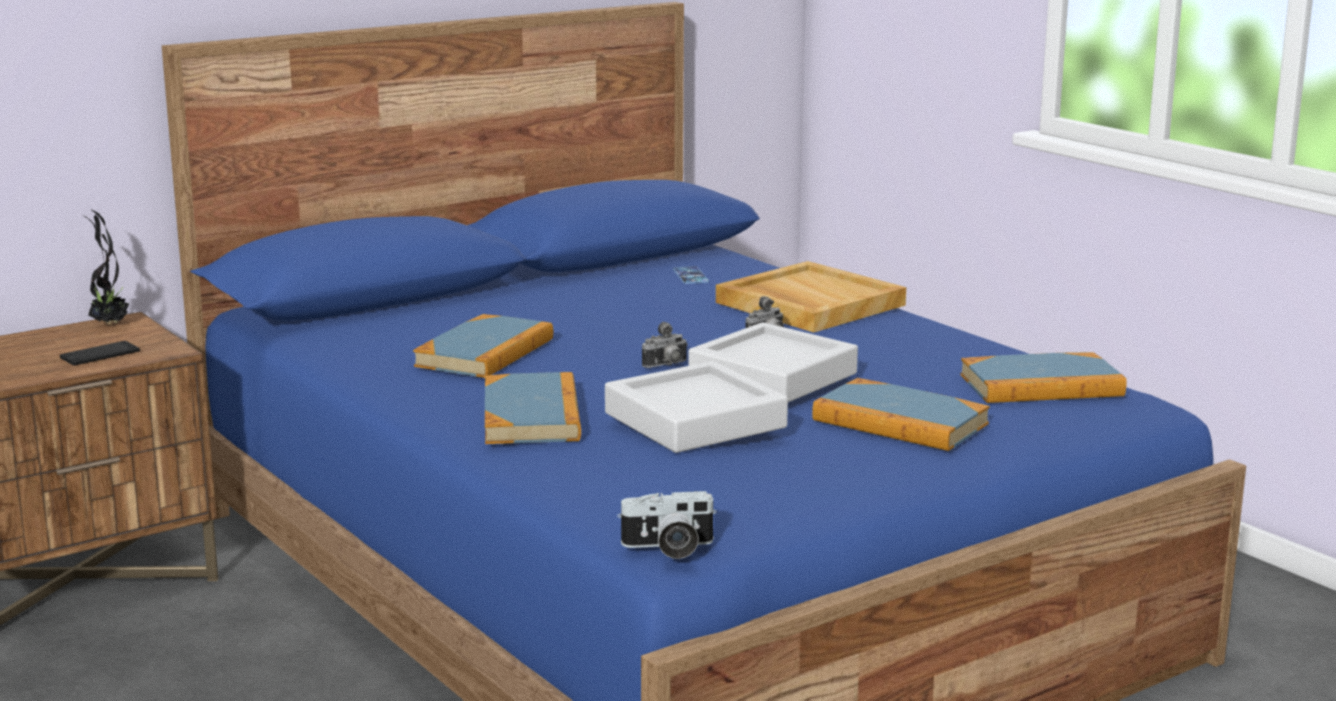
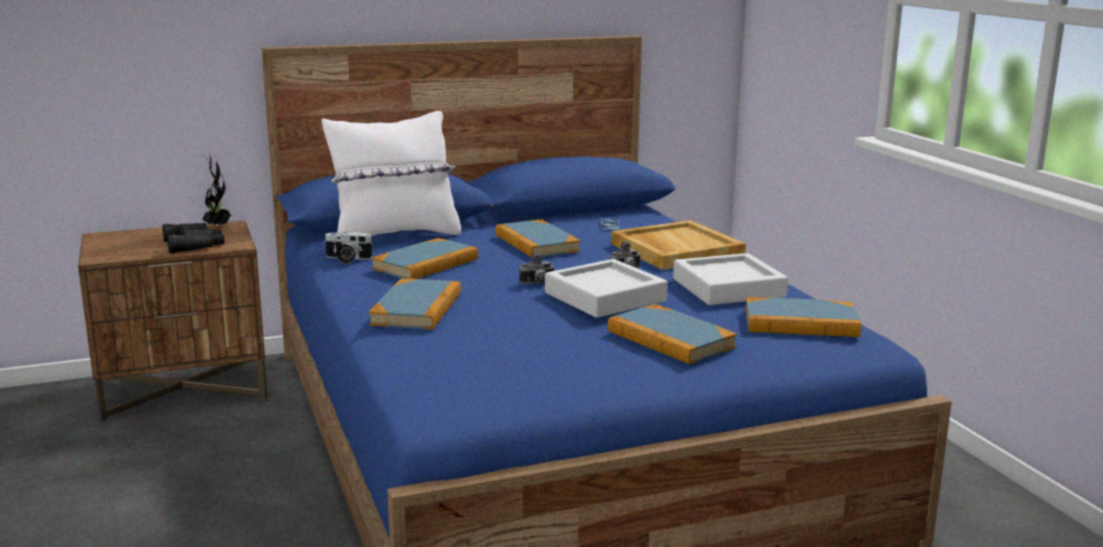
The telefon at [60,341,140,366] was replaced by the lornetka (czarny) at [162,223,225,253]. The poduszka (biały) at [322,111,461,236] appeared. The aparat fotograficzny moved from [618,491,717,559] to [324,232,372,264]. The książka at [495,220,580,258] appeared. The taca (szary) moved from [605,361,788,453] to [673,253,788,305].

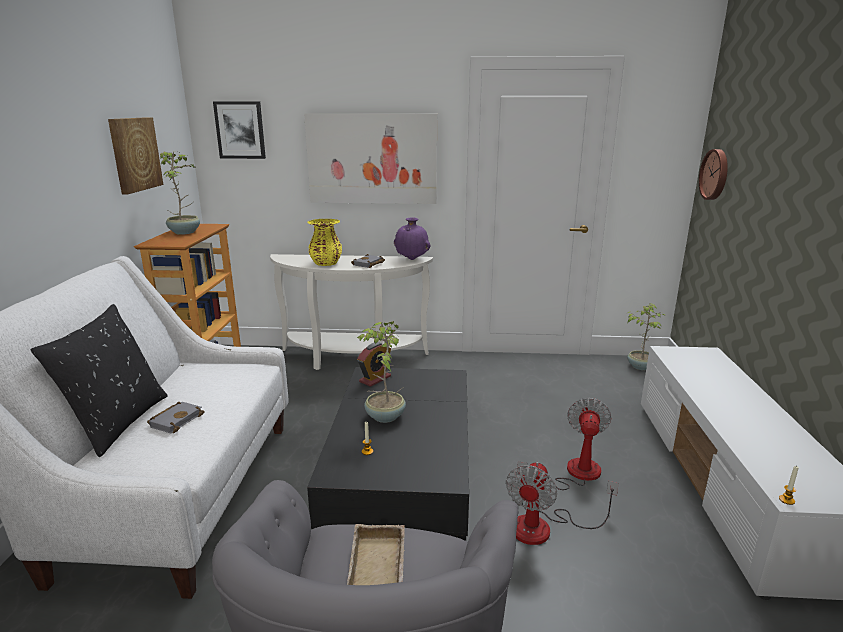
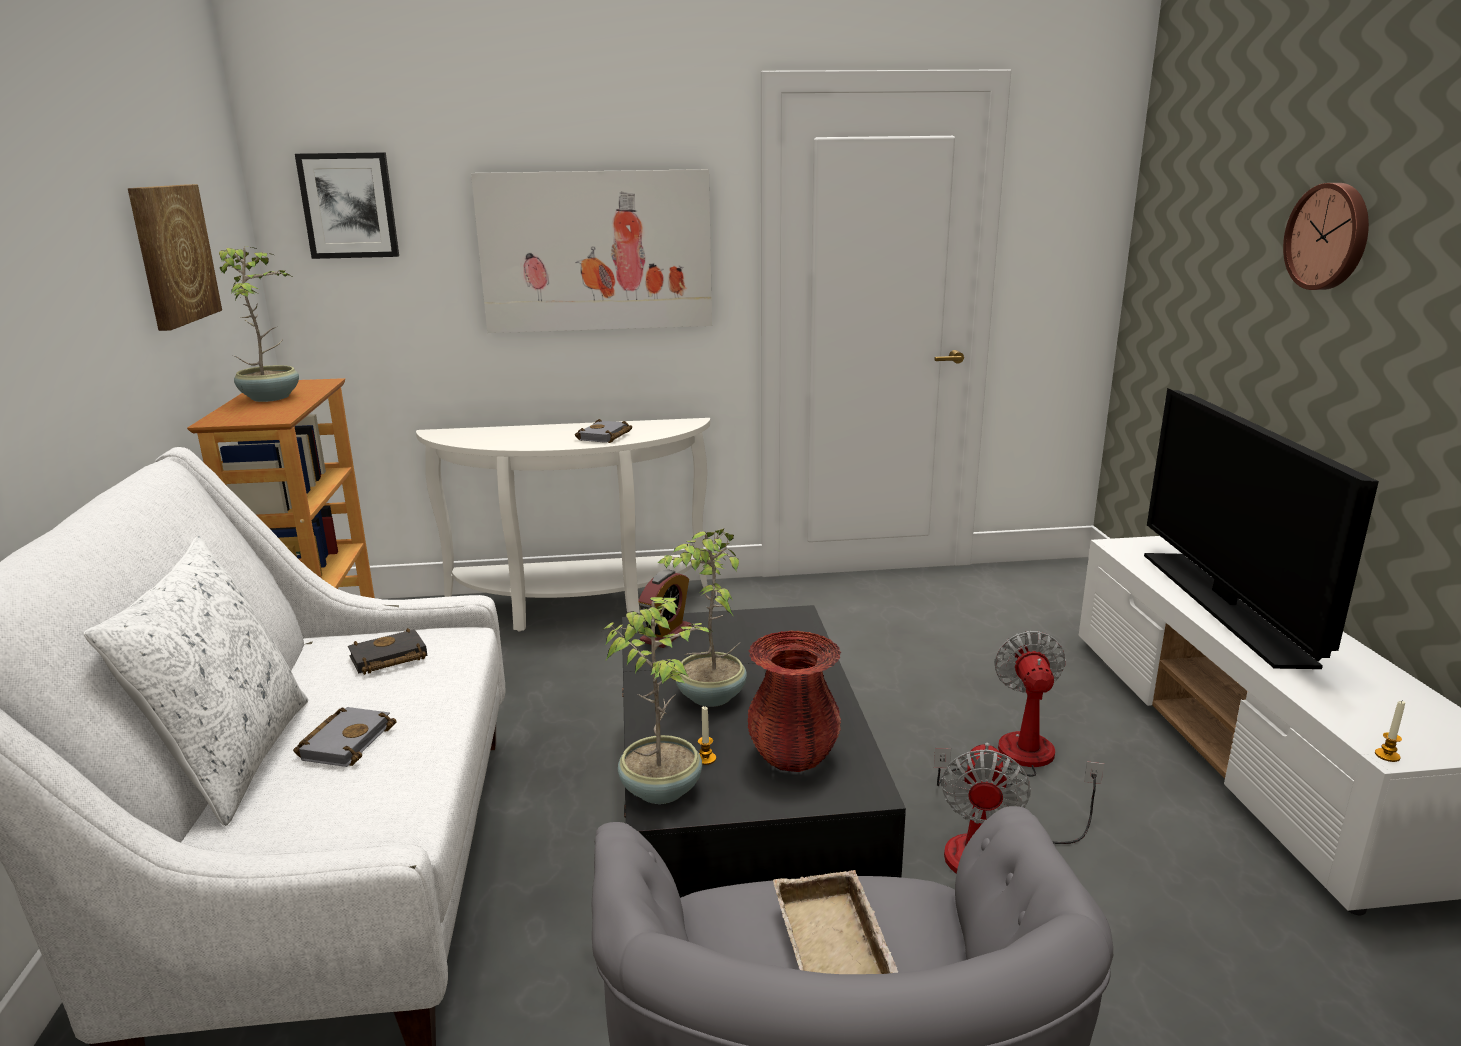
The poduszka (czarny) at [31,304,168,457] became the poduszka (biały) at [84,536,308,826]. The książka (czarny) at [348,628,427,675] appeared. The roślina doniczkowa moved from [627,303,666,370] to [602,597,712,804]. The wazon (czerwony) at [748,631,841,772] appeared. The telewizor at [1144,388,1379,669] appeared. The zegar ścienny moved from [699,149,728,200] to [1283,183,1369,290]. The wazon (żółty) at [308,219,342,266] disappeared. The wazon (fioletowy) at [394,217,430,260] disappeared.

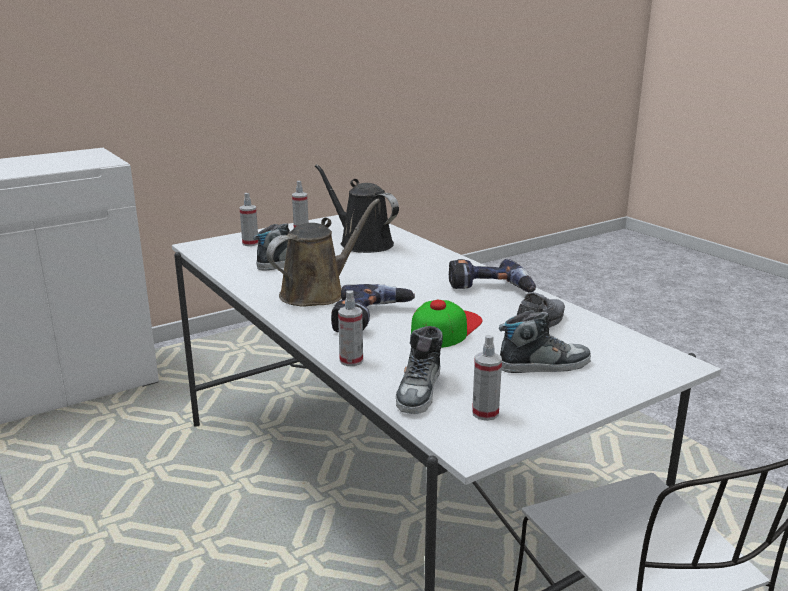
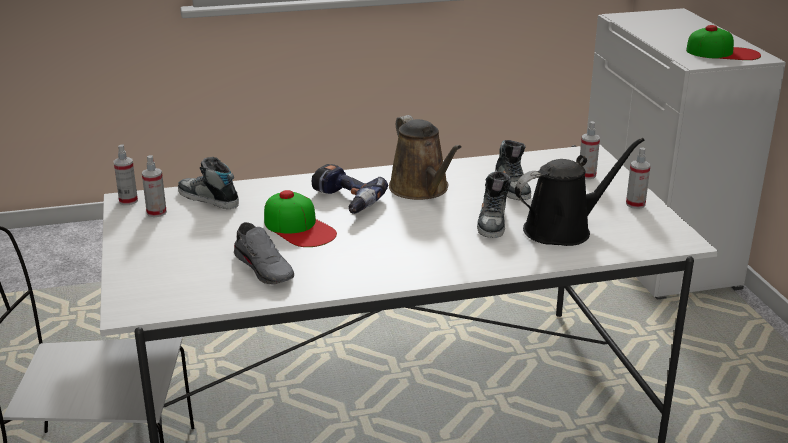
The spryskiwacz moved from [338,290,363,366] to [114,144,138,205]. The but moved from [499,310,591,373] to [477,171,511,238]. The czapka z daszkiem at [686,25,761,60] appeared. The wiertarka at [448,259,536,292] disappeared.

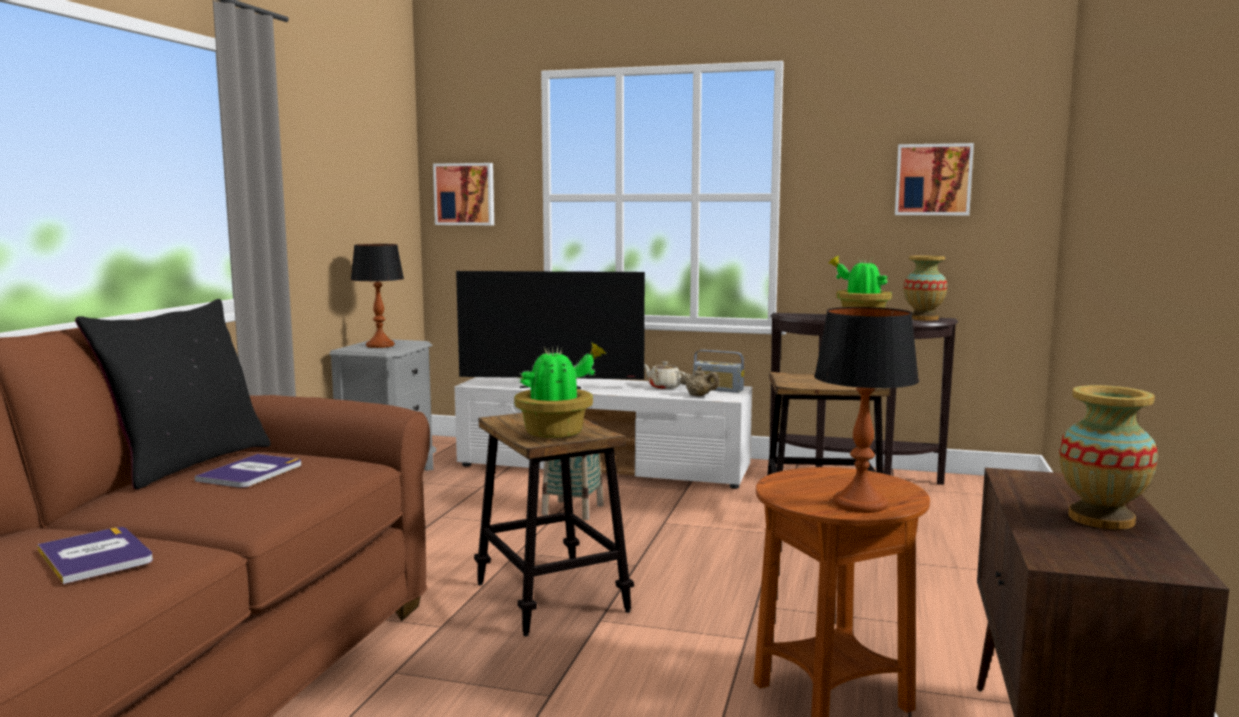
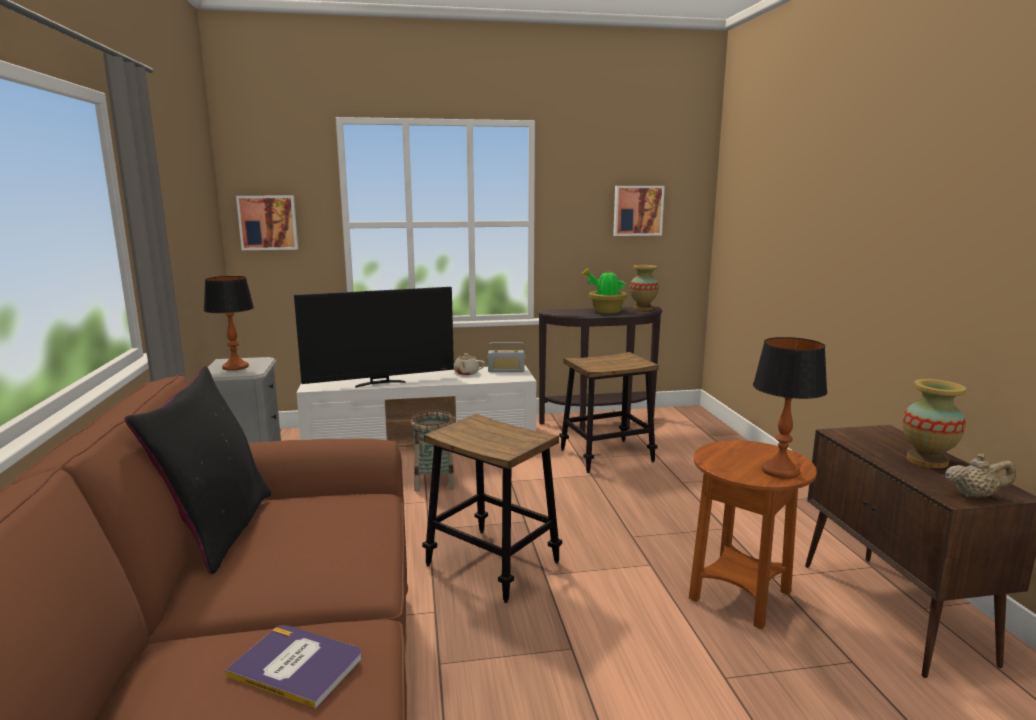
The imbryk (beżowy) moved from [680,366,719,396] to [945,454,1016,498]. The książka at [195,454,301,488] disappeared. The roślina doniczkowa at [514,343,606,438] disappeared.

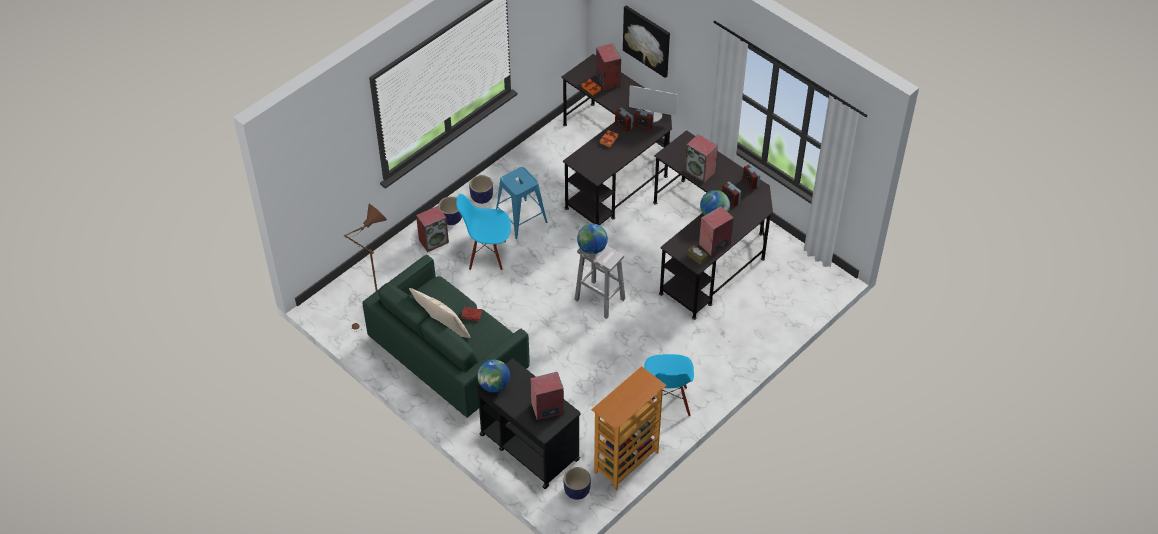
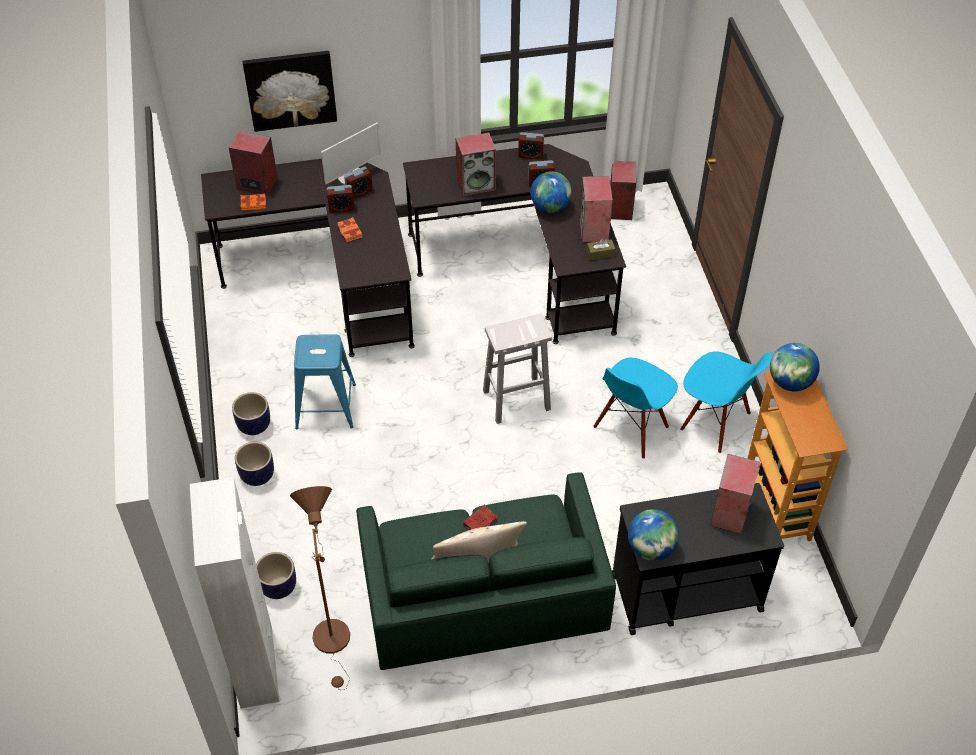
The szafka (biały) at [190,477,280,708] appeared. The donica moved from [564,467,591,500] to [256,552,296,599]. The krzesło (niebieski) moved from [456,194,511,270] to [594,358,678,459]. The głośnik moved from [416,206,449,252] to [610,161,636,220]. The globus moved from [577,224,608,254] to [770,343,820,391].

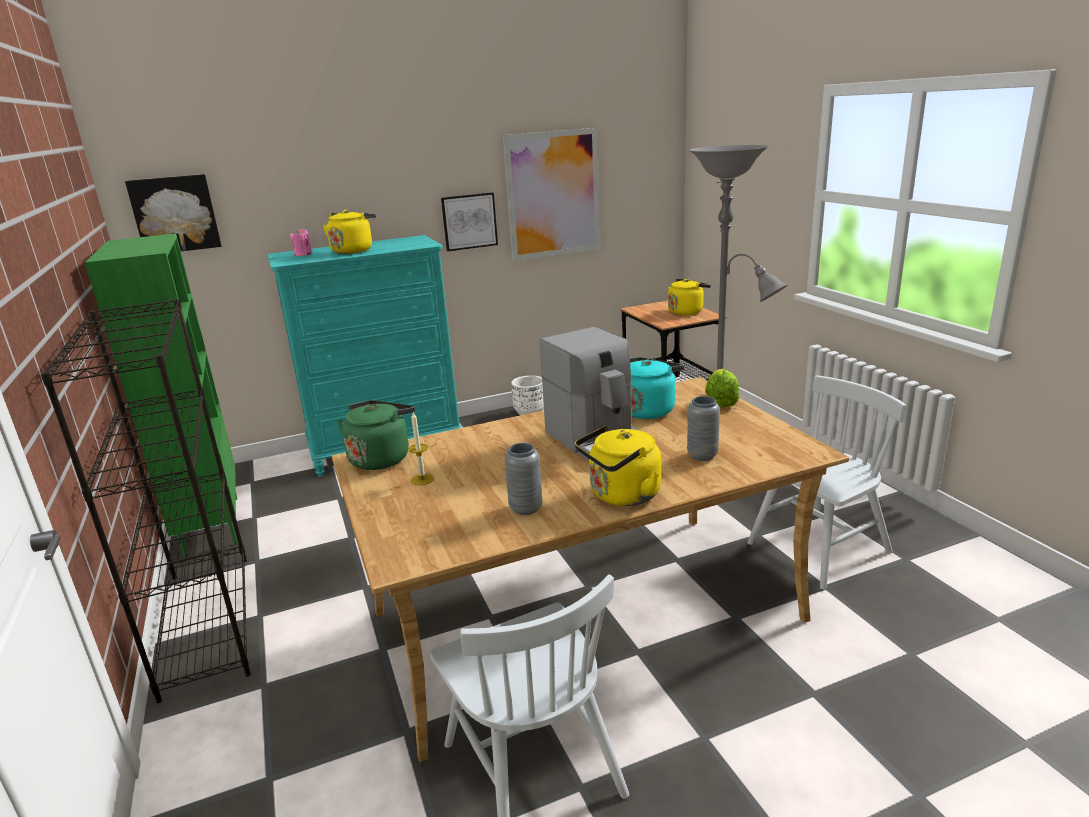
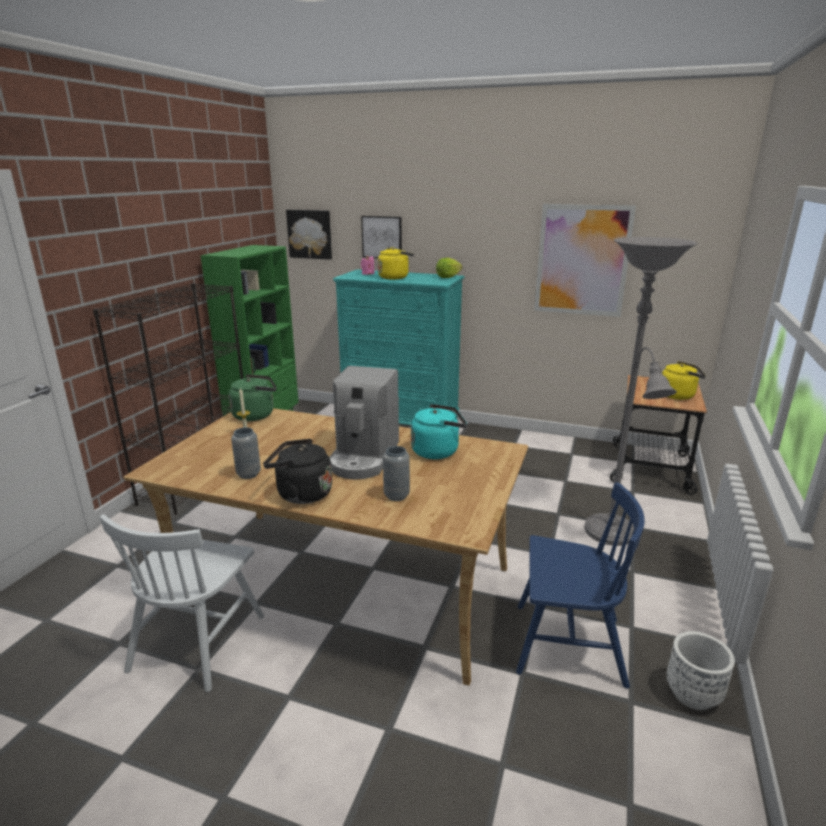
The czajnik (żółty) at [575,425,661,506] became the czajnik (czarny) at [263,439,332,504]. The obraz moved from [441,192,498,251] to [361,216,402,258]. The sałata moved from [705,369,739,407] to [436,258,463,278]. The krzesło (biały) at [747,375,906,590] became the krzesło (niebieski) at [516,482,645,688]. The donica (biały) moved from [511,376,544,415] to [666,631,735,710].

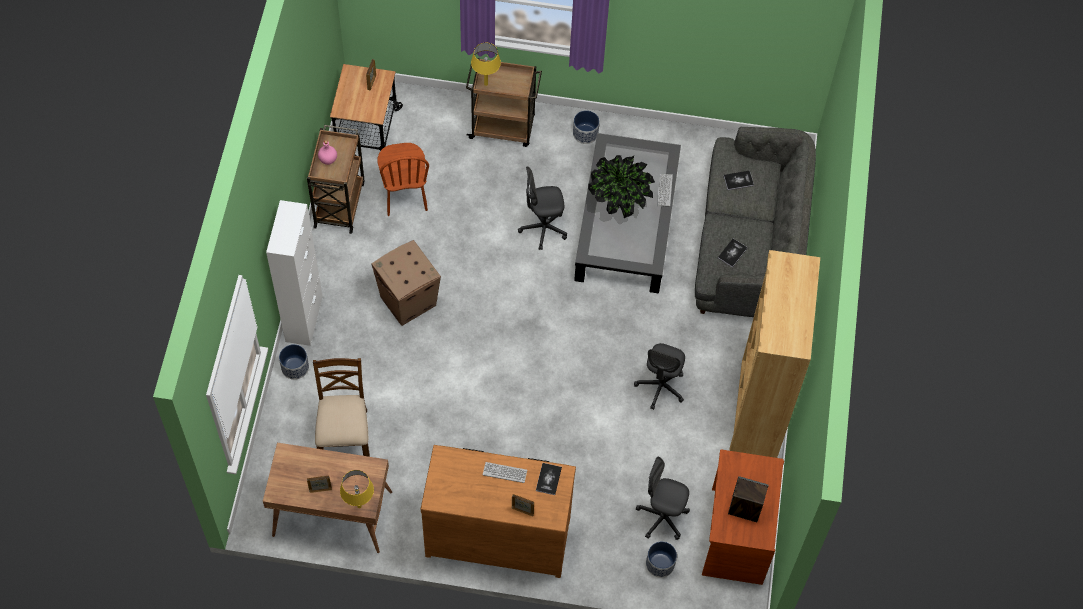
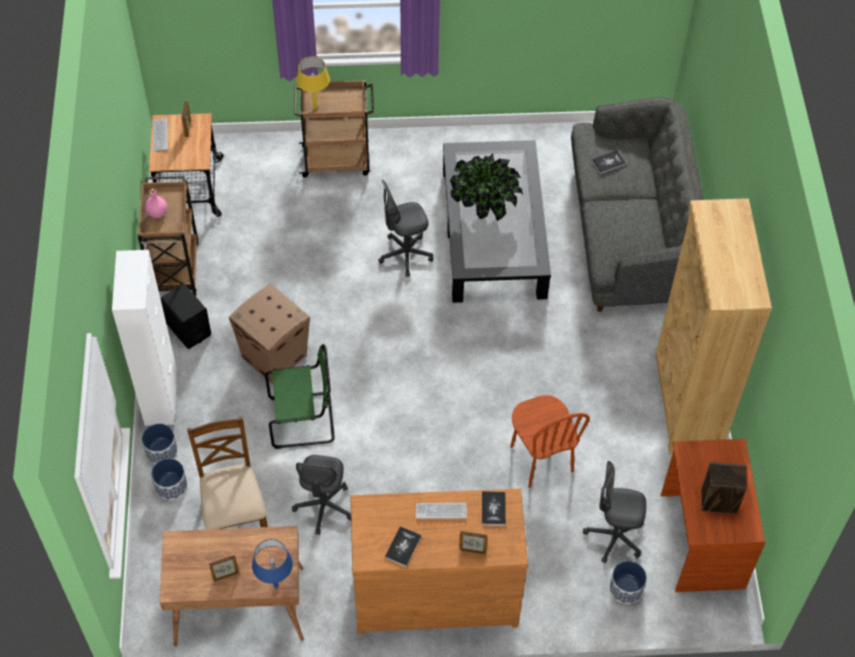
The donica moved from [573,110,599,144] to [151,458,187,500]. The klawiatura moved from [657,174,673,206] to [153,118,168,152]. The głośnik (czarny) at [161,284,211,349] appeared. The lampa stołowa (żółty) at [340,470,374,508] became the lampa stołowa (niebieski) at [252,539,293,588]. The krzesło (zielony) at [265,344,335,449] appeared. The krzesło biurowe (szary) moved from [634,343,685,410] to [292,455,351,535]. The książka moved from [718,239,748,268] to [385,526,422,567]. The krzesło (brązowy) moved from [377,143,429,216] to [510,395,590,488].

